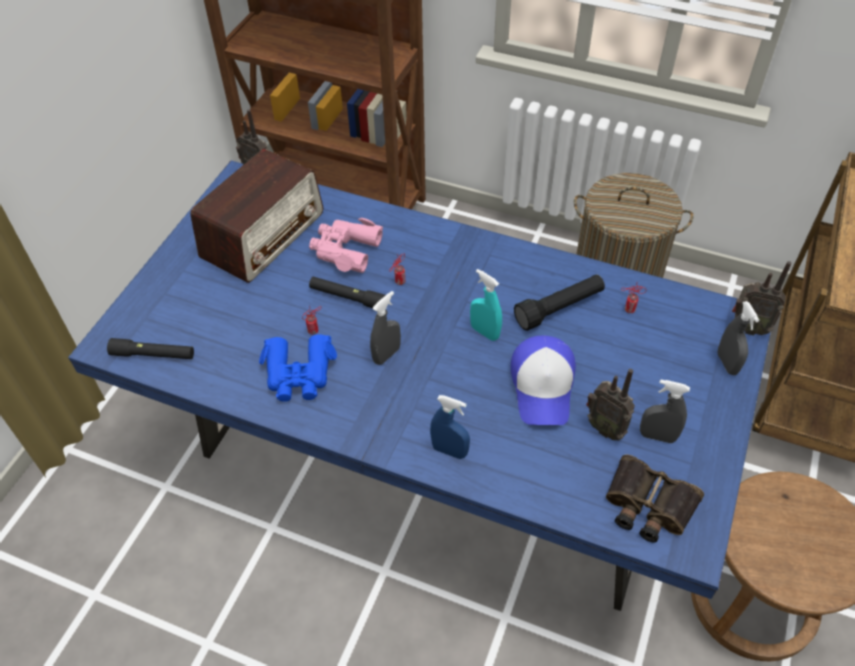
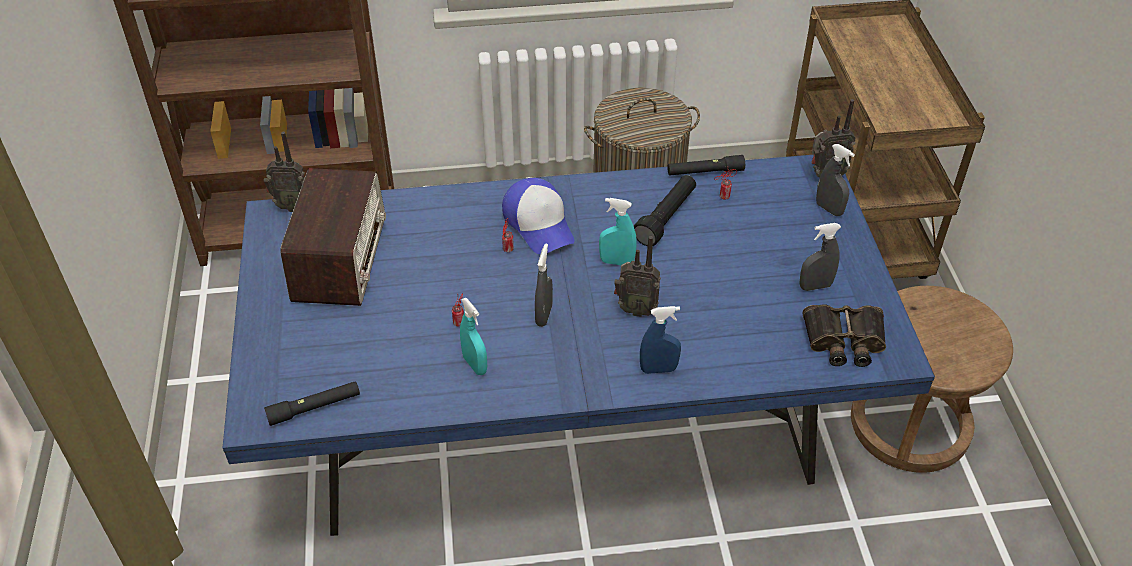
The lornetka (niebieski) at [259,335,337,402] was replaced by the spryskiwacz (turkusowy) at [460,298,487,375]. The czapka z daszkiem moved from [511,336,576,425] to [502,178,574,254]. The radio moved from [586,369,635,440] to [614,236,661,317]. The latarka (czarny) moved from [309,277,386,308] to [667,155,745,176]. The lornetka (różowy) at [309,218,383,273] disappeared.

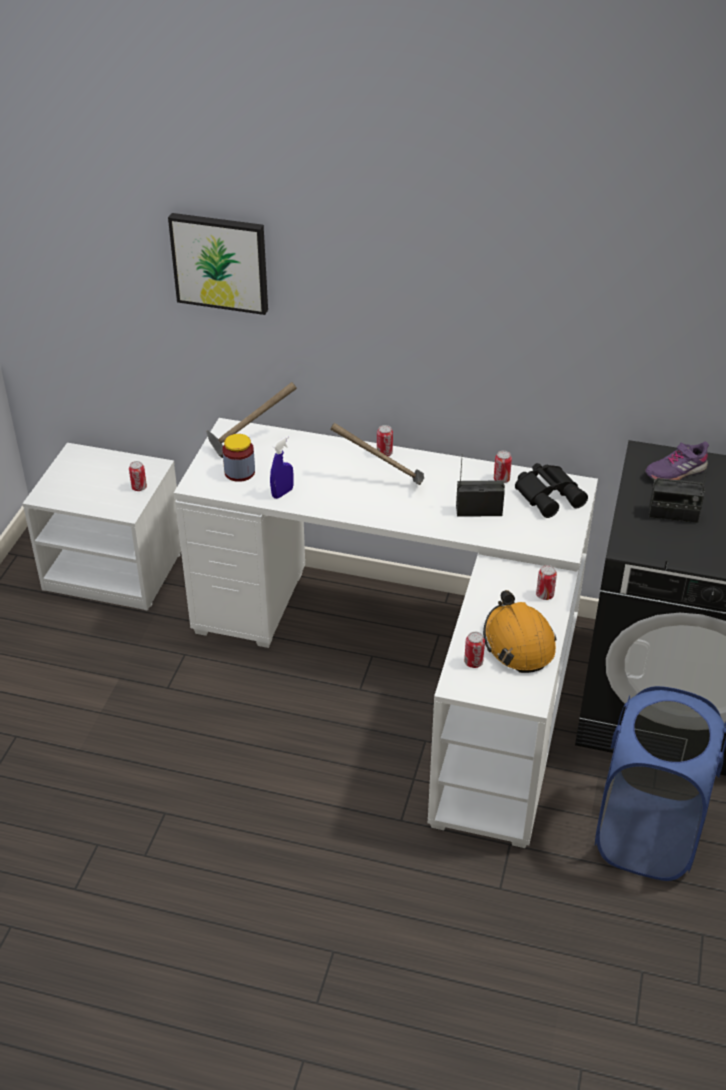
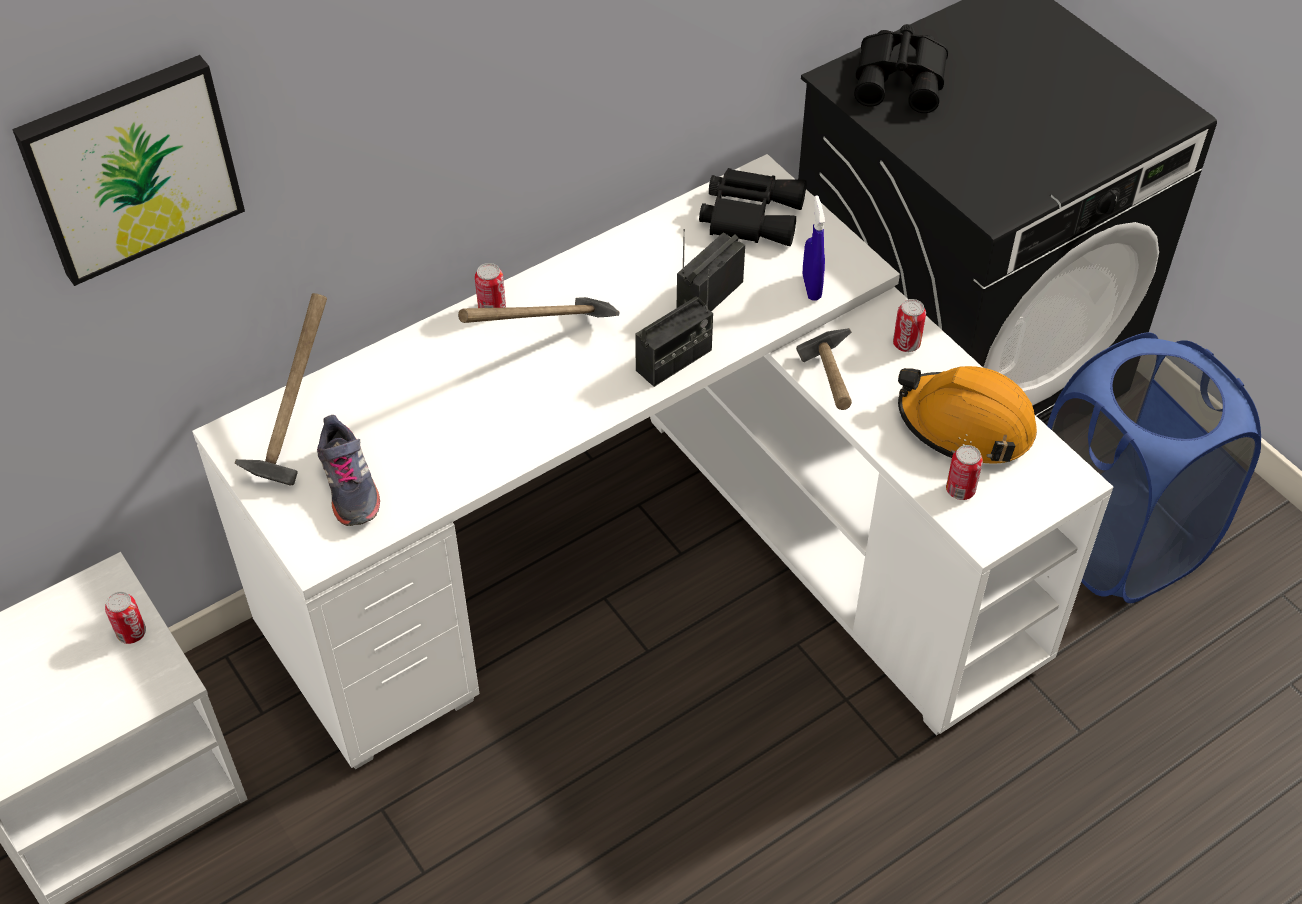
The słoik at [222,434,255,482] was replaced by the but (szary) at [317,415,380,526]. The radio moved from [649,463,708,523] to [635,269,713,387]. The młotek at [796,328,852,410] appeared. The spryskiwacz (niebieski) moved from [270,436,294,499] to [803,195,825,301]. The but (fioletowy) at [645,442,709,480] was replaced by the lornetka (czarny) at [854,24,948,113]. The puszka at [494,451,512,483] disappeared.

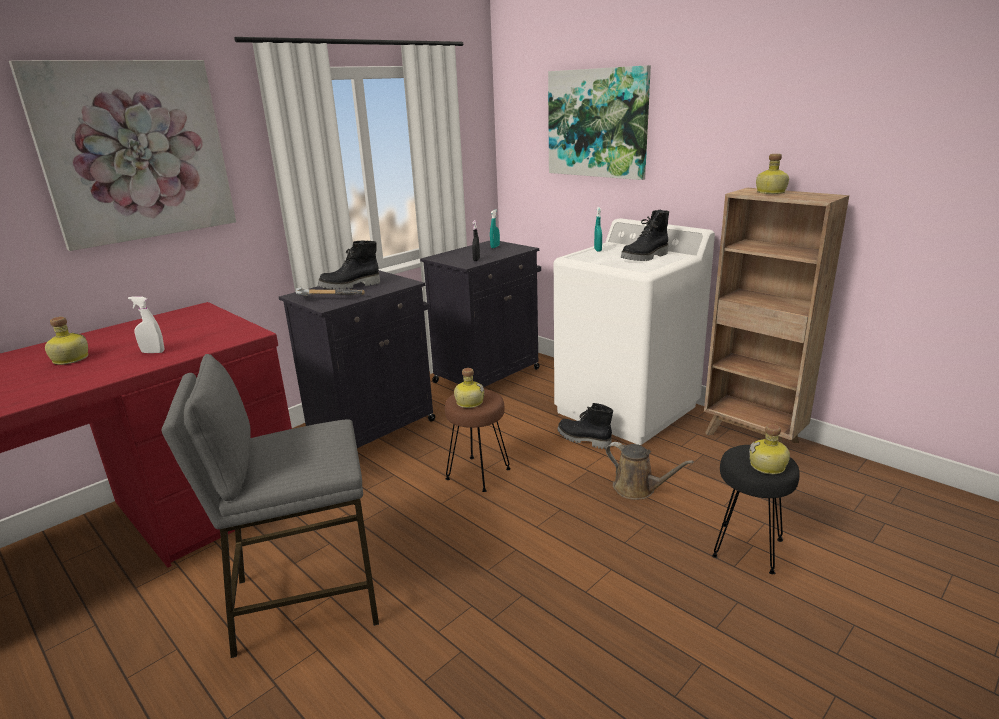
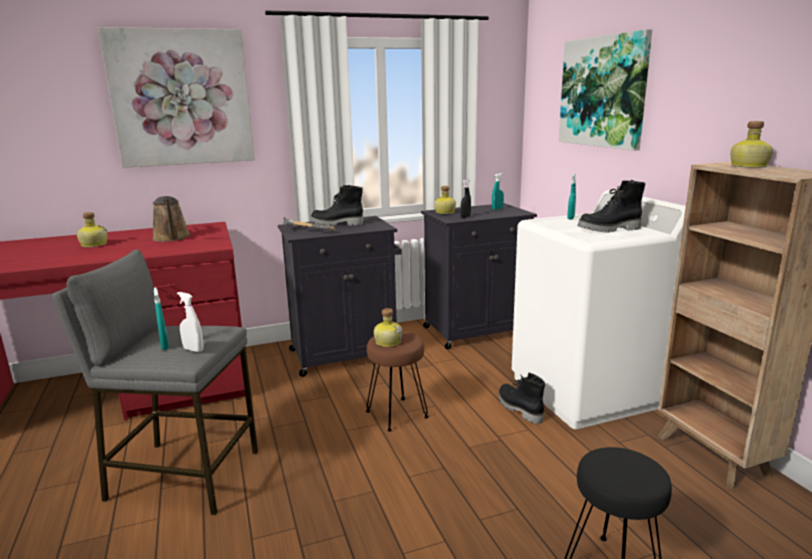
The konewka (brązowy) moved from [606,442,694,500] to [152,196,191,242]. The spryskiwacz (turkusowy) at [154,287,169,350] appeared. The spryskiwacz (biały) moved from [128,296,164,353] to [177,292,203,352]. The butelka moved from [749,424,790,474] to [434,186,456,214].

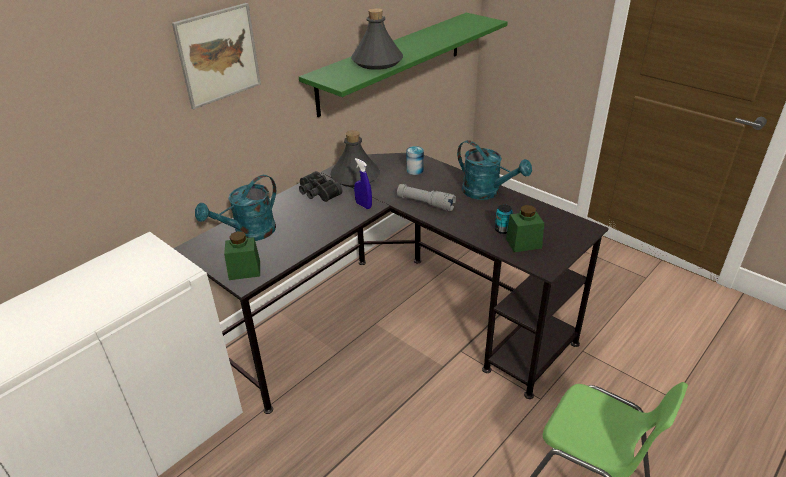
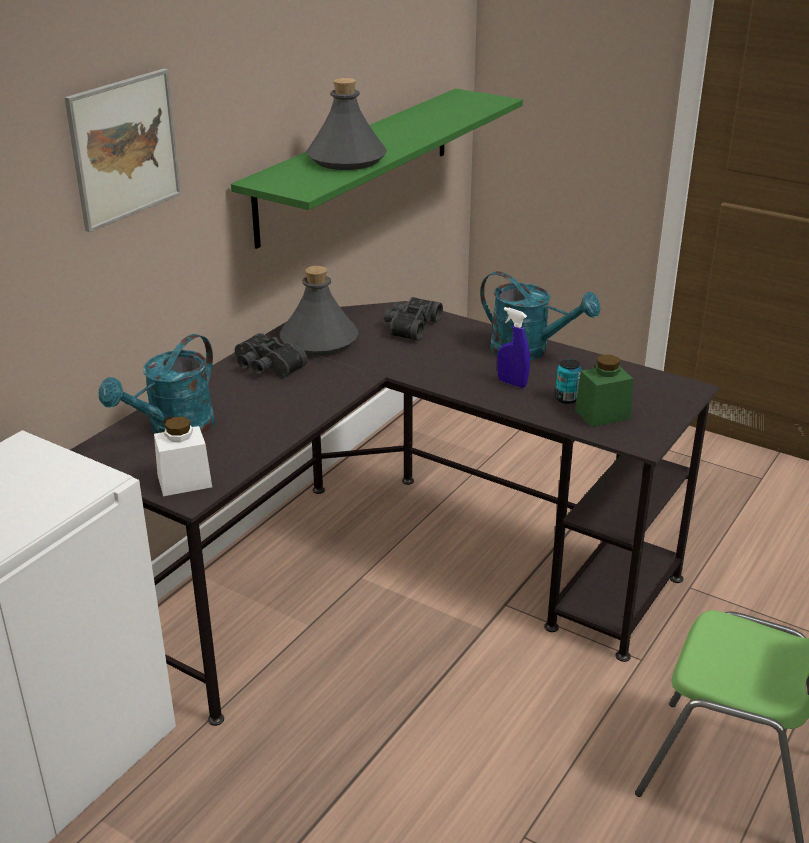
The słoik (zielony) at [224,231,260,280] became the słoik (biały) at [154,417,212,496]. The puszka at [406,146,424,175] was replaced by the lornetka (czarny) at [384,297,443,341]. The spryskiwacz (niebieski) moved from [354,158,372,209] to [497,307,530,388]. The latarka (szary) at [397,184,456,211] disappeared.

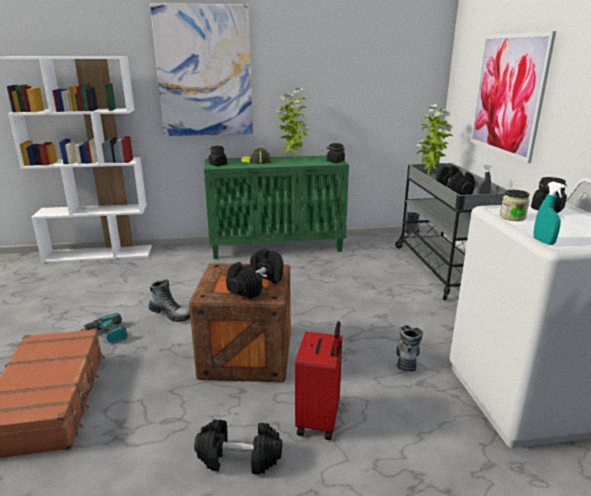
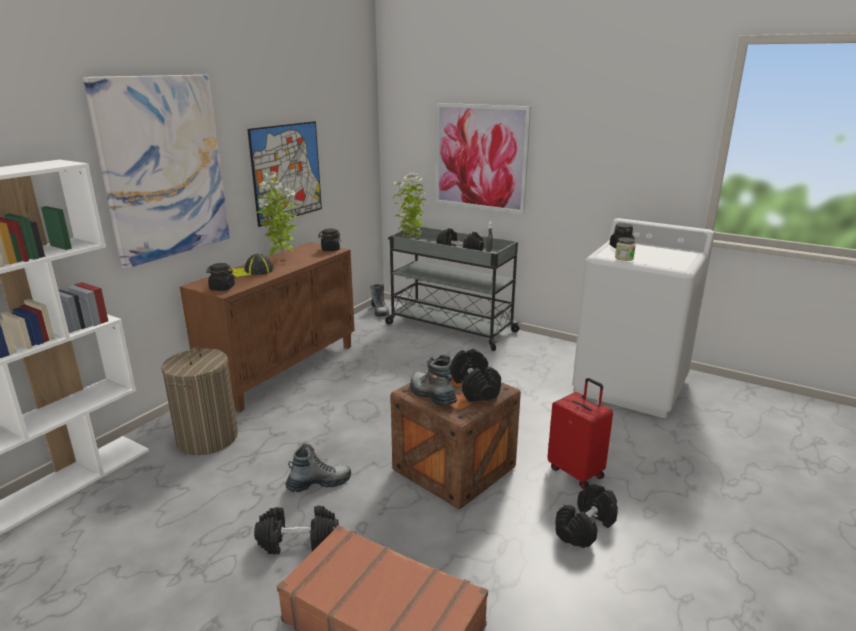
The kosz na pranie at [161,347,238,455] appeared. The szafka (zielony) at [204,155,349,259] became the szafka (brązowy) at [180,242,355,412]. The obraz at [247,121,322,227] appeared. The wiertarka at [80,313,127,344] was replaced by the hantel (czarny) at [254,505,339,555]. The but z cholewką moved from [396,325,423,371] to [410,355,457,406]. The spryskiwacz (turkusowy) at [533,182,566,245] disappeared.

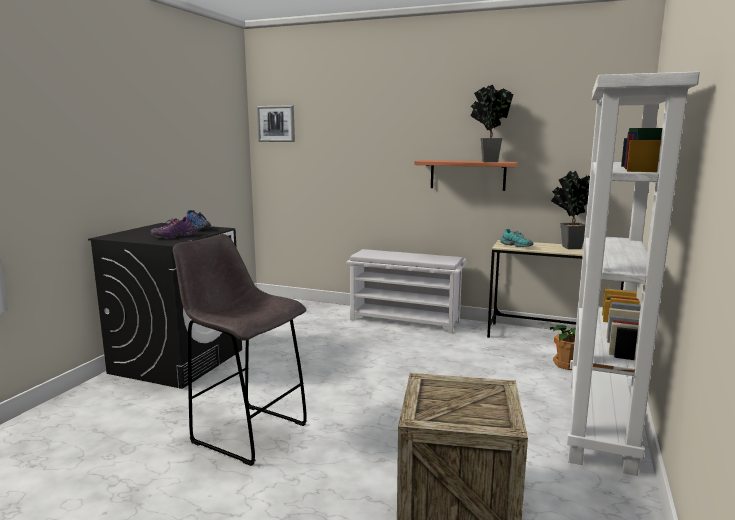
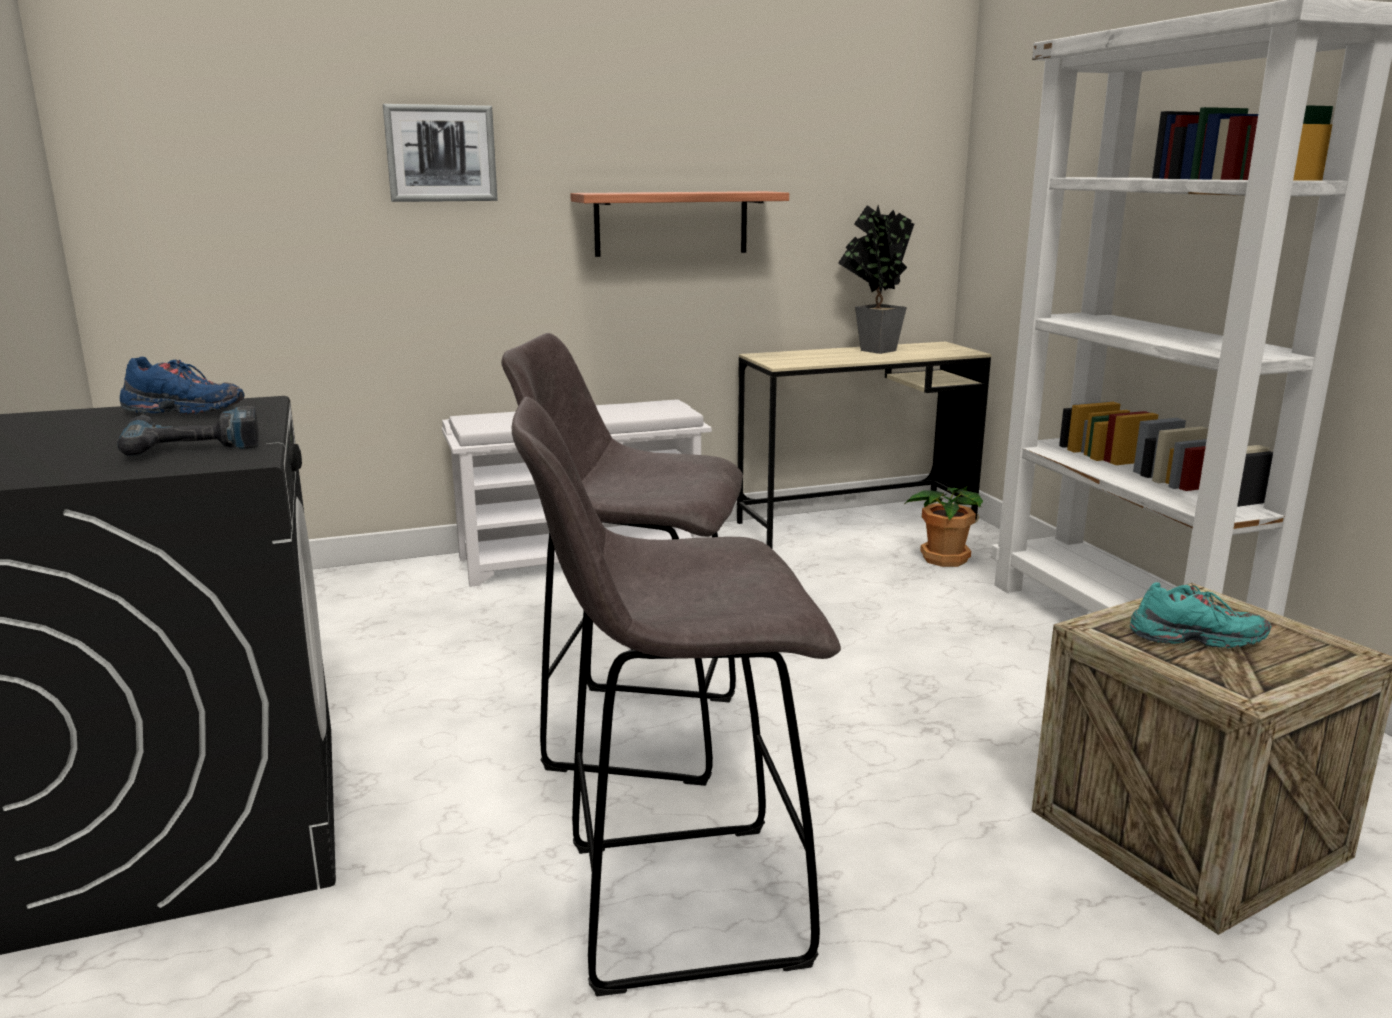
The but (fioletowy) at [150,217,195,239] was replaced by the wiertarka at [117,406,259,456]. The obraz moved from [257,105,295,142] to [383,104,497,202]. The stołek (szary) at [501,333,743,786] appeared. The but (turkusowy) moved from [501,229,533,247] to [1130,582,1272,648]. The roślina doniczkowa at [470,84,513,162] disappeared.

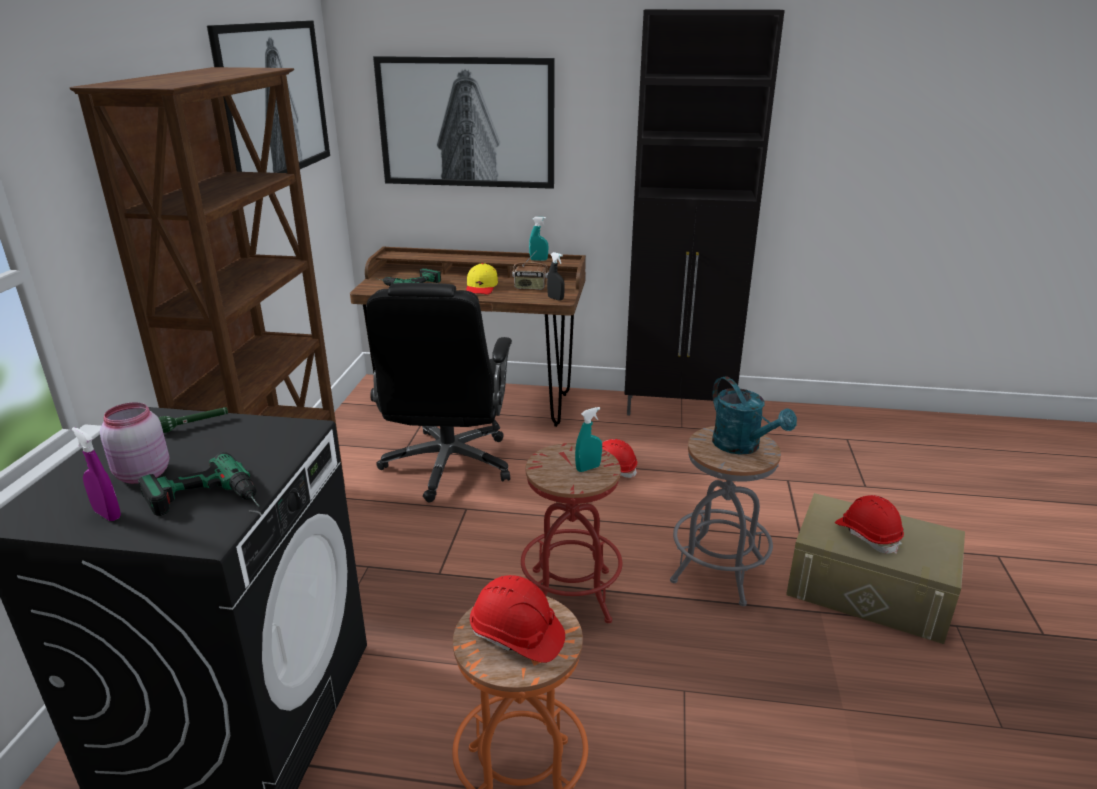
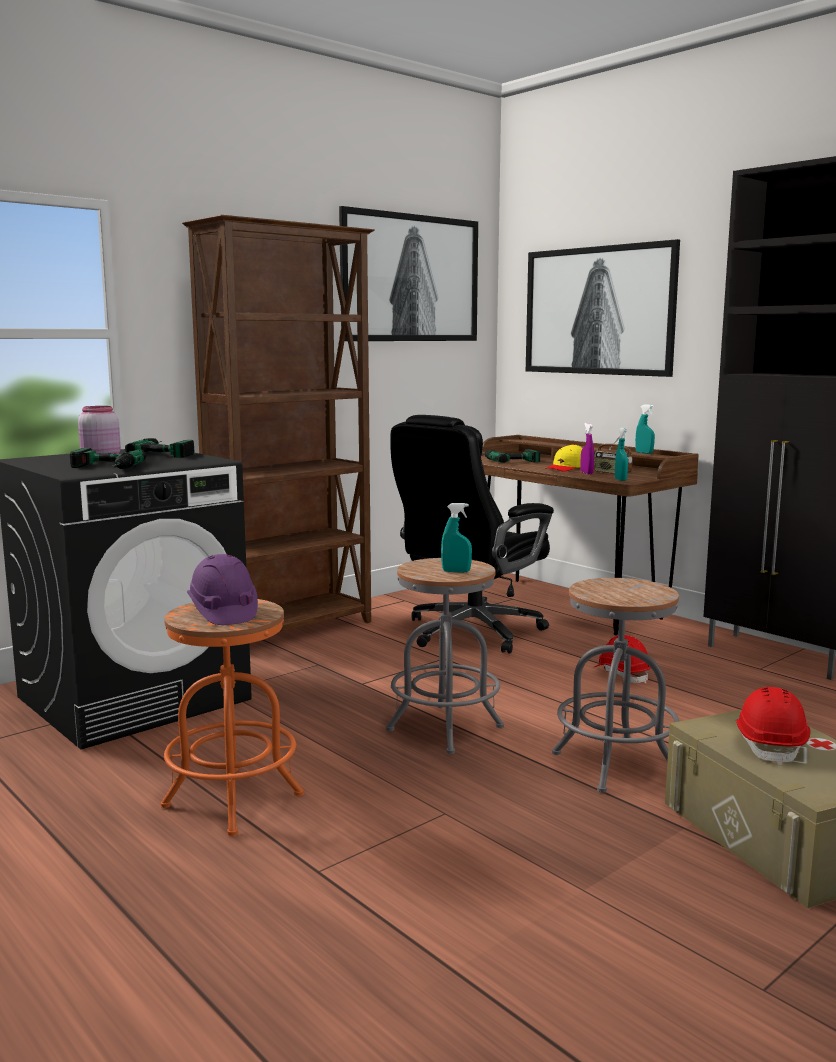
The latarka (zielony) at [158,407,228,433] was replaced by the wiertarka at [125,438,194,458]. The kask (czerwony) at [470,575,565,663] became the kask (fioletowy) at [187,554,258,625]. The stołek (czerwony) at [521,443,622,623] became the stołek (szary) at [386,558,504,754]. The spryskiwacz (fioletowy) moved from [72,427,121,521] to [580,423,594,474]. The spryskiwacz (czarny) at [547,252,565,301] became the spryskiwacz (turkusowy) at [615,427,628,481]. The konewka (turkusowy) at [712,376,797,455] disappeared.

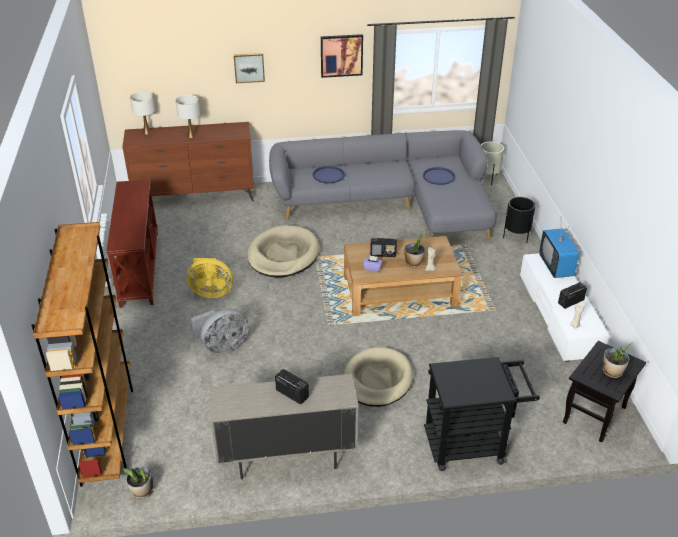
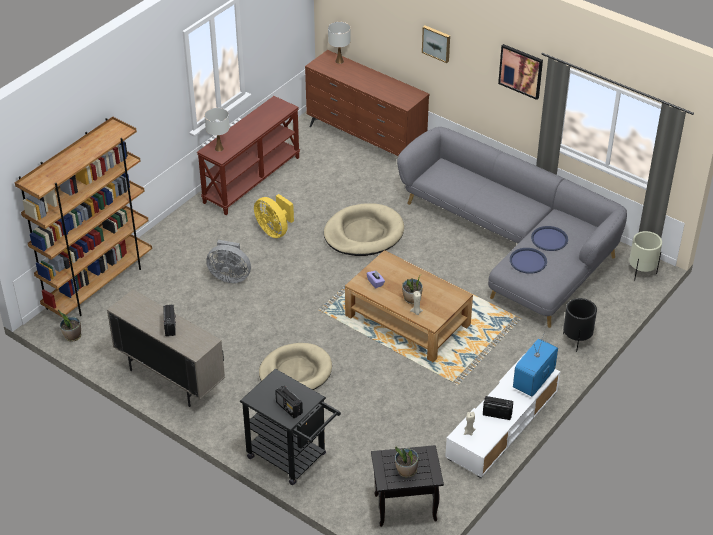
The lampa stołowa (biały) moved from [176,95,200,138] to [204,108,230,152]. The radio moved from [370,238,397,257] to [275,386,303,418]. The taca (niebieski) moved from [313,166,345,184] to [510,248,547,274].

